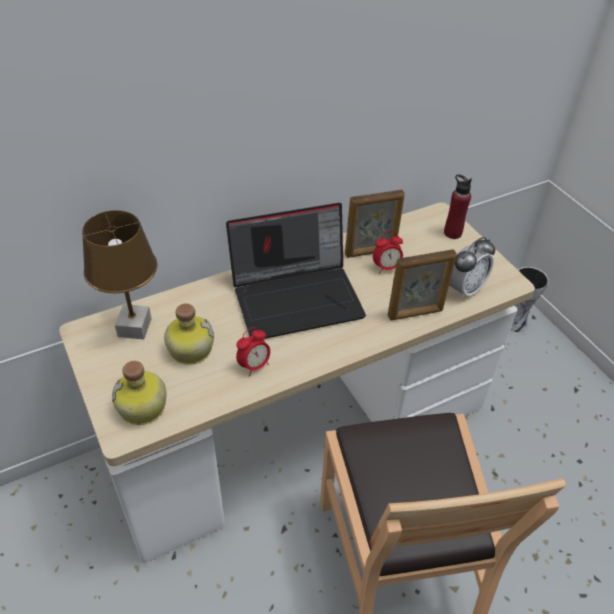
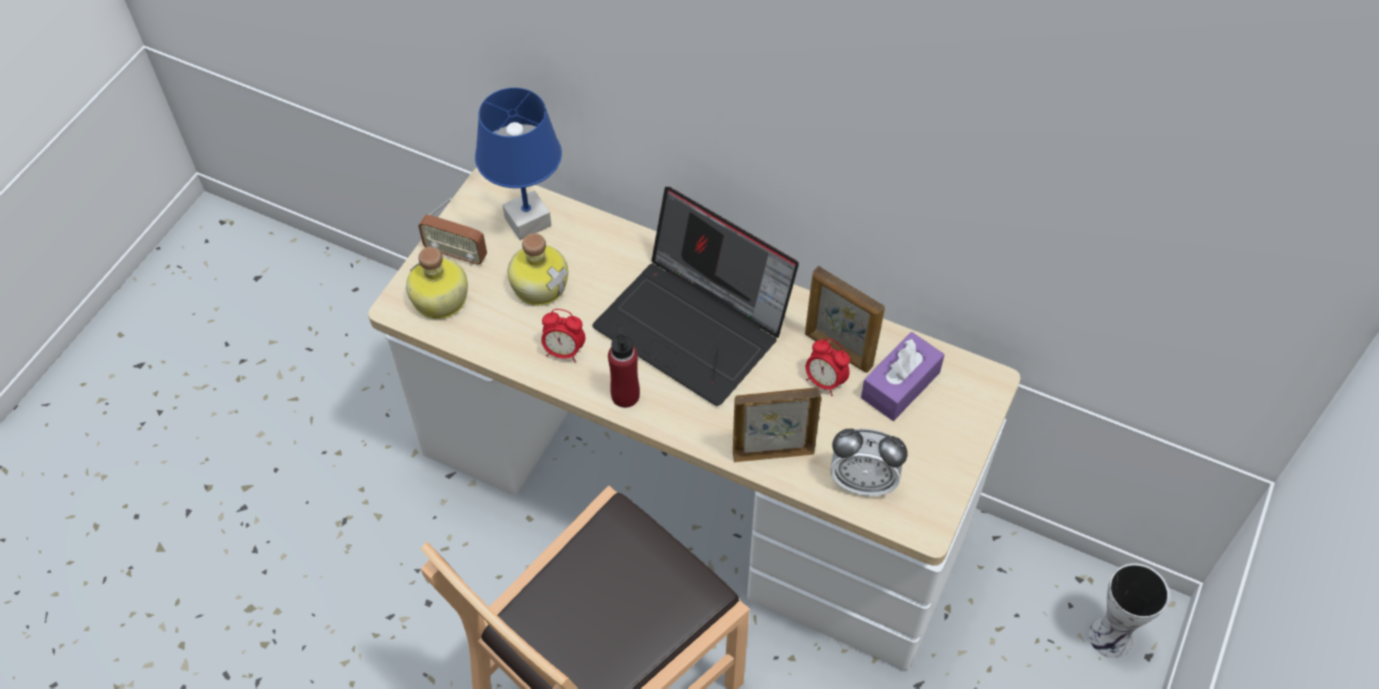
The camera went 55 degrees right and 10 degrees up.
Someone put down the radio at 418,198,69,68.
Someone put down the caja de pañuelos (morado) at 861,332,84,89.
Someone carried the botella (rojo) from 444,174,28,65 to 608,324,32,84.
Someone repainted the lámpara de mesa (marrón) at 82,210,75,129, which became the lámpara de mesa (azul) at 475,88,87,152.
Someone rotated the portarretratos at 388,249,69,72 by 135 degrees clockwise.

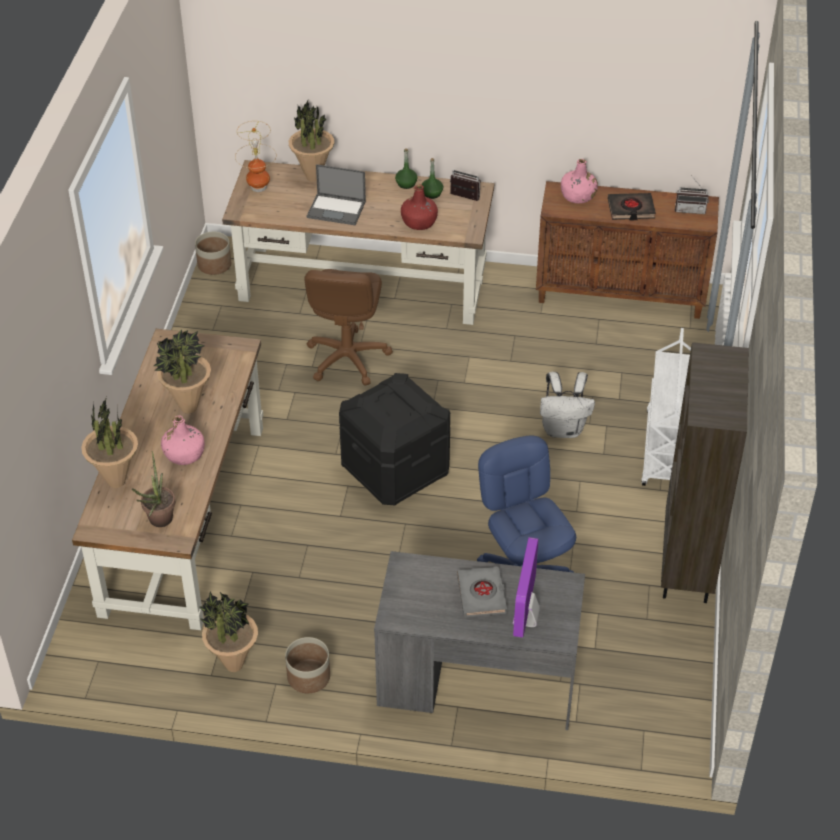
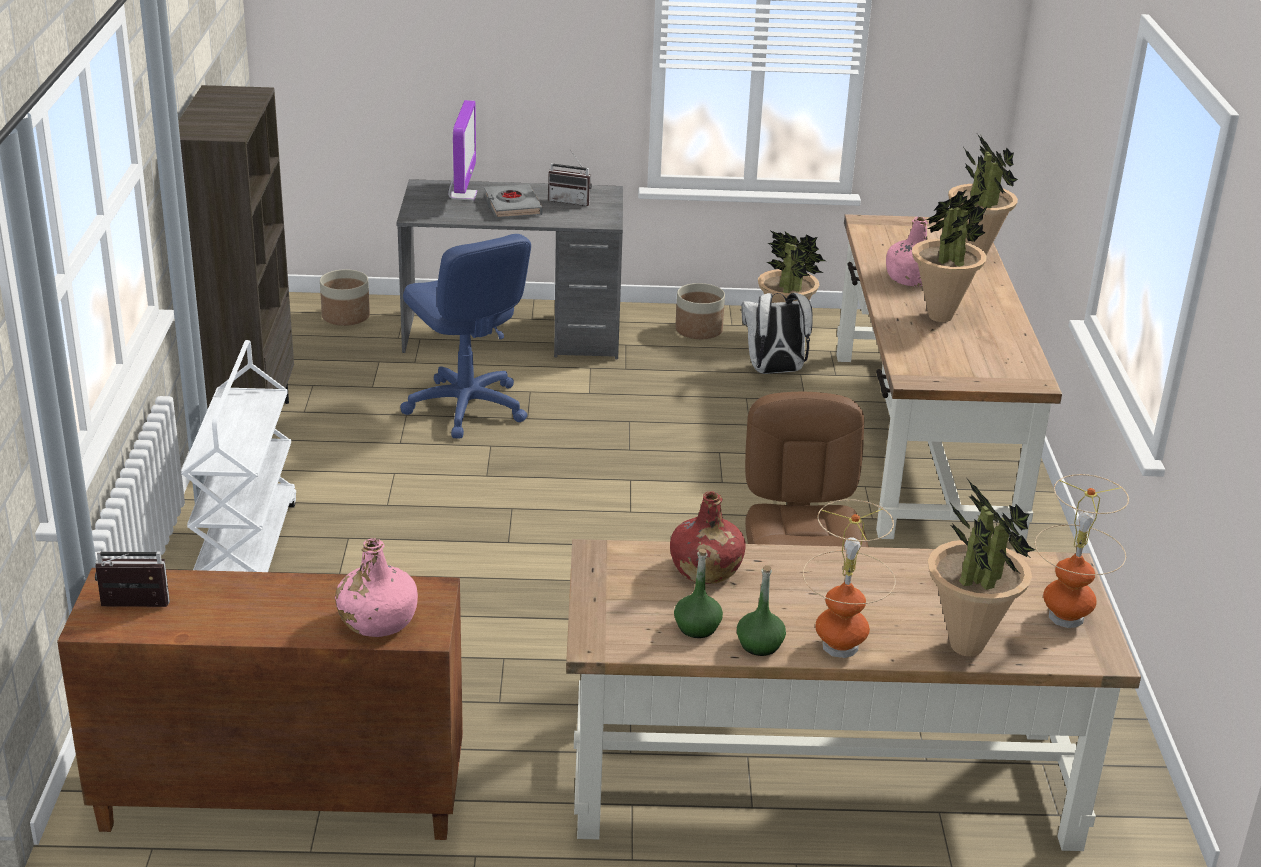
The camera went 170 degrees right and 15 degrees down.
Someone took away the planta en maceta at 131,451,44,76.
Someone took away the portátil at 307,164,59,61.
Someone took away the caja de almacenaje (negro) at 339,373,111,132.
Someone took away the libro (negro) at 608,193,48,27.
Someone put down the lámpara de mesa at 803,499,93,159.
Someone carried the maceta from 195,232,36,43 to 320,269,50,57.
Someone carried the radio from 450,170,30,31 to 548,150,44,56.
Someone carried the mochila (blanco) from 540,372,55,66 to 742,293,71,81.

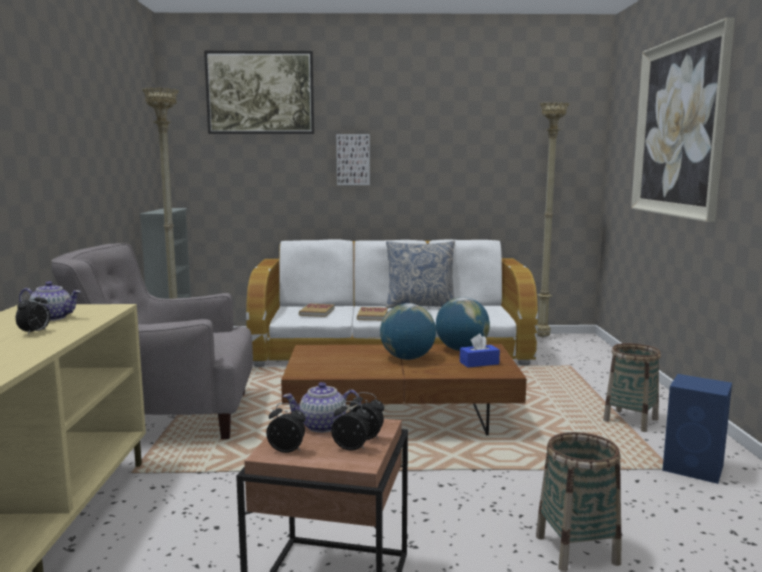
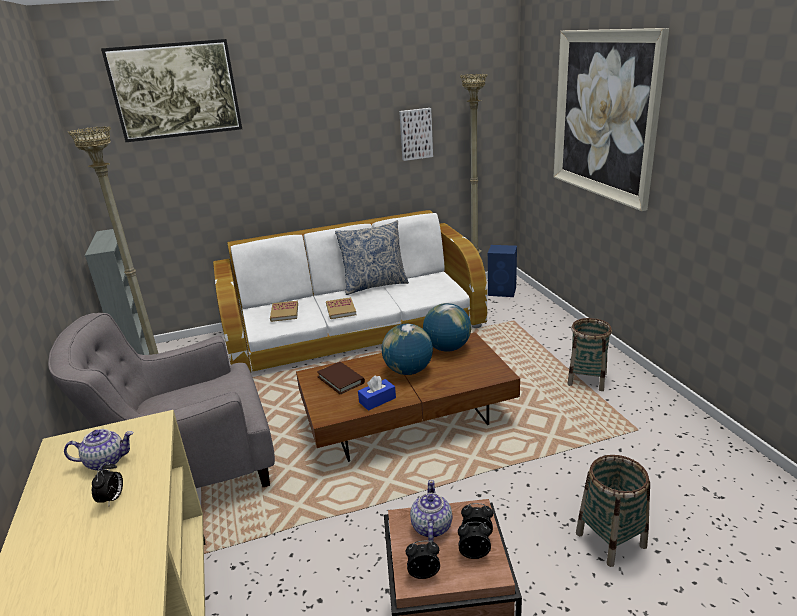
The camera went 15 degrees left and 15 degrees up.
Someone put down the libro (marrón) at 317,362,48,33.
Someone carried the cuadro from 336,134,34,51 to 399,108,34,53.
Someone carried the caja de pañuelos (azul) from 460,334,40,34 to 358,375,38,36.
Someone carried the altavoz (azul) from 662,374,70,110 to 488,245,29,52.
Someone rotated the tetera at 283,382,78,51 by 120 degrees clockwise.

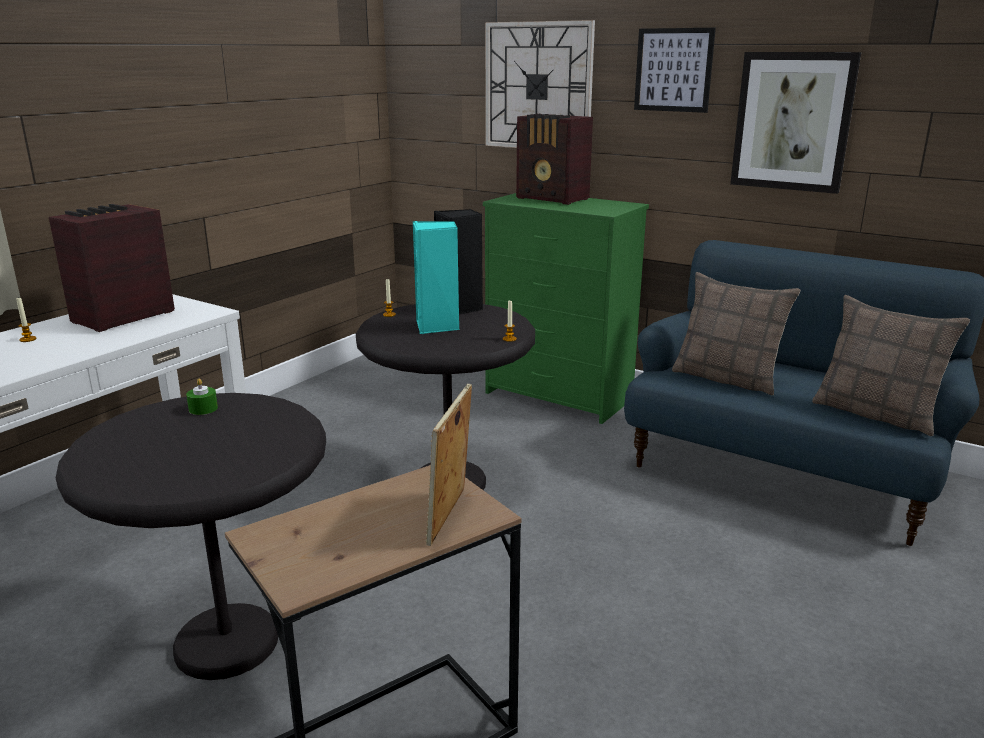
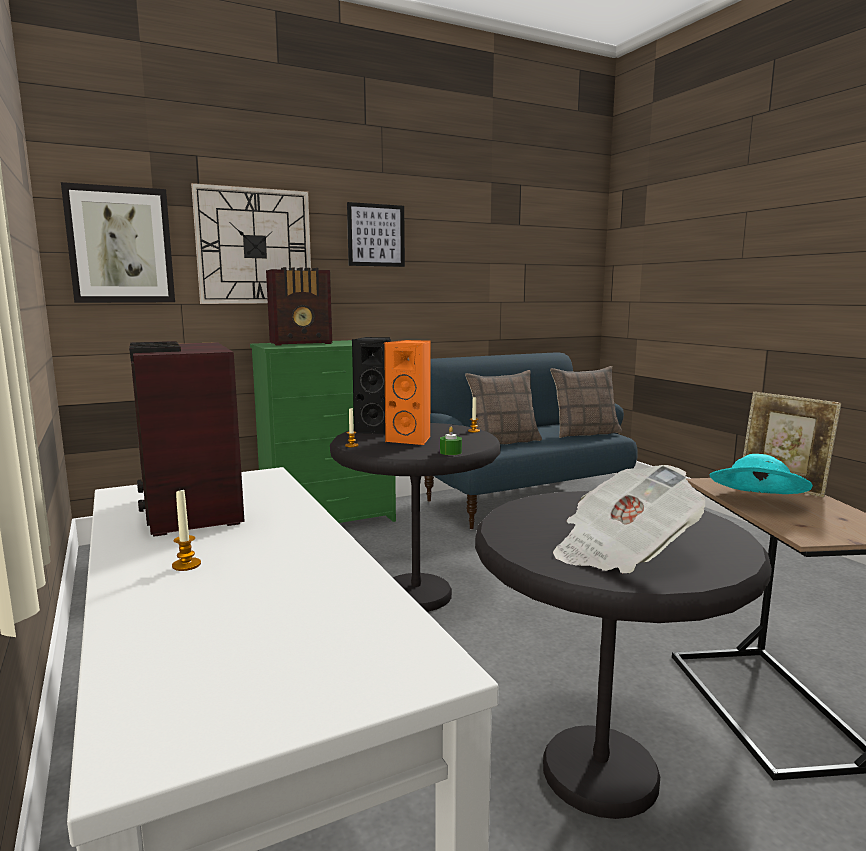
The camera went 60 degrees left and 10 degrees down.
Someone put down the periódico at 553,465,152,108.
Someone put down the sombrero (turquesa) at 710,454,103,40.
Someone carried the vela (verde) from 186,378,32,37 to 440,427,22,28.
Someone carried the cuadro from 730,52,131,142 to 61,182,114,121.
Someone repainted the altavoz (turquesa) at 413,221,46,113, which became the altavoz (naranja) at 384,340,47,106.

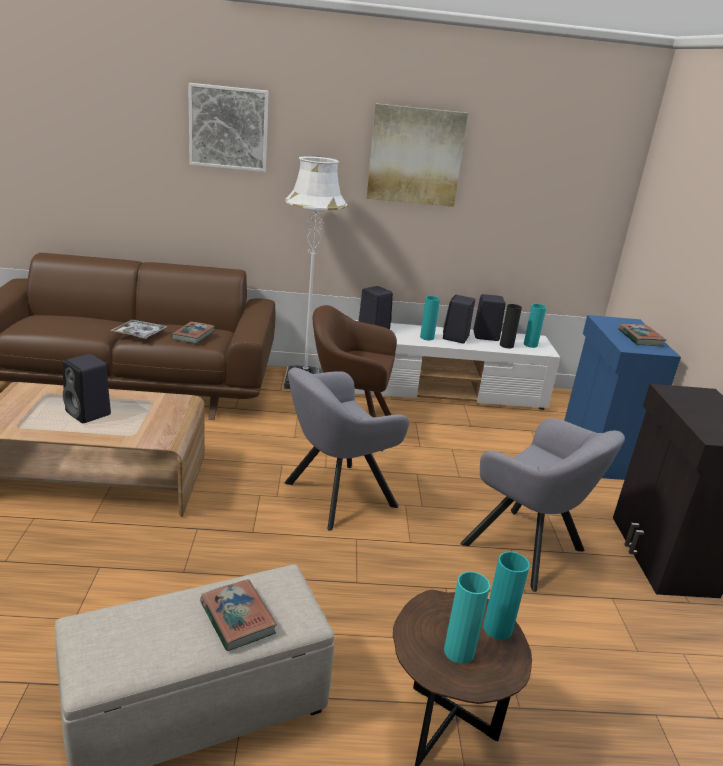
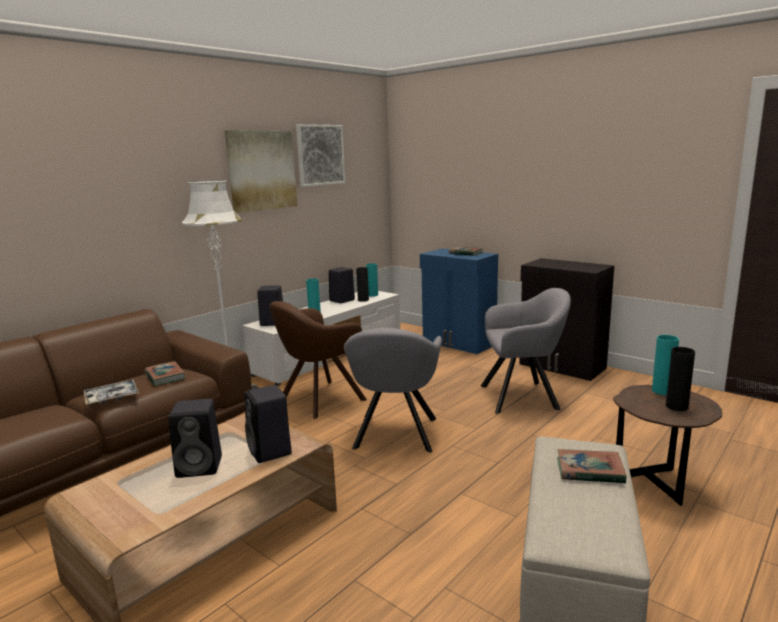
The camera went 45 degrees left and 10 degrees down.
Someone carried the cuadro from 188,83,81,89 to 296,124,49,63.
Someone carried the altavoz (negro) from 443,295,32,48 to 245,385,47,78.
Someone repainted the florero (turquesa) at 444,571,46,93, which became the florero (negro) at 666,347,29,64.

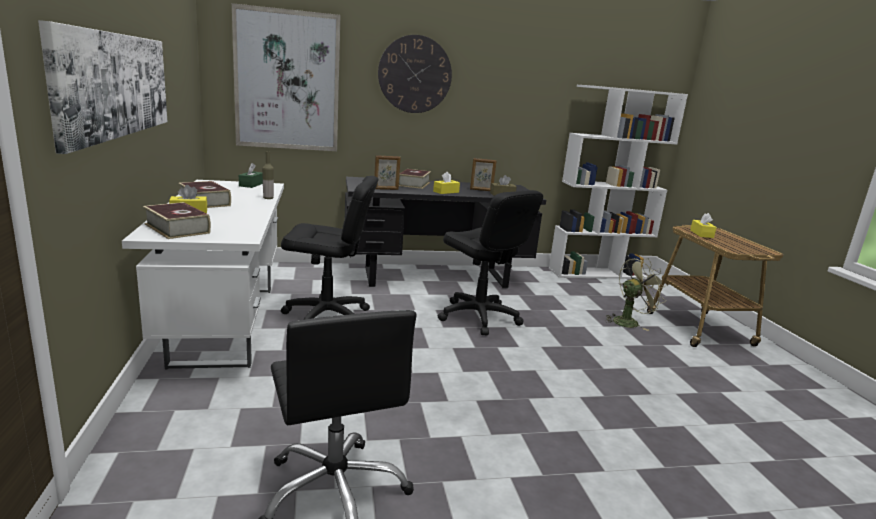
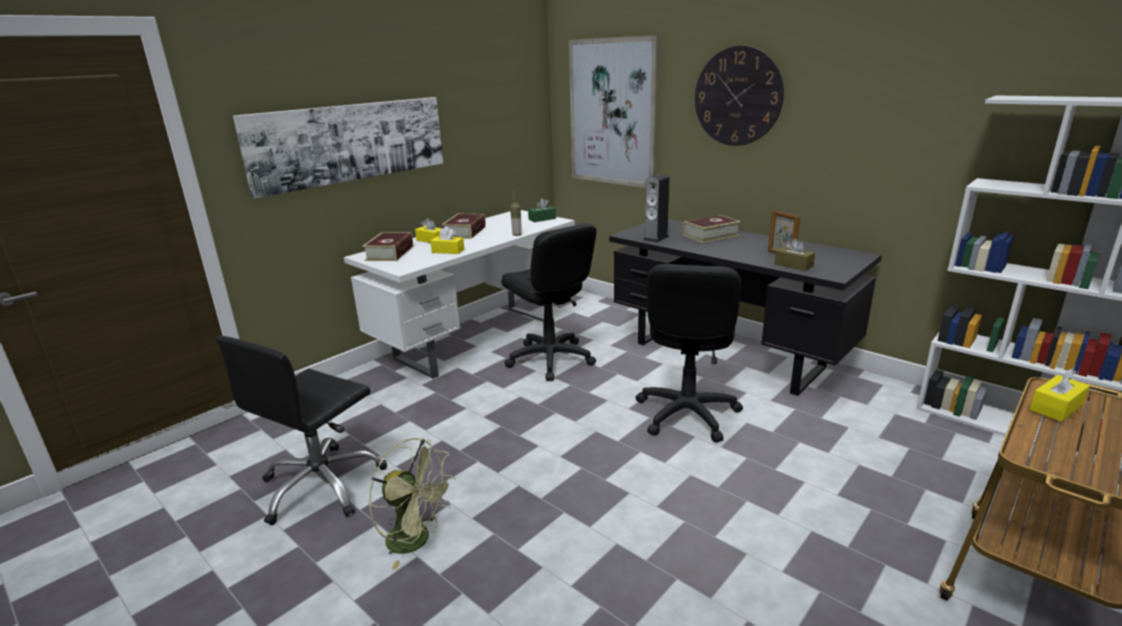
The camera went 55 degrees right and 5 degrees up.
Someone carried the caja de pañuelos (amarillo) from 433,172,27,22 to 430,227,34,27.
Someone carried the ventilador (verde) from 605,258,62,73 to 369,438,87,131.
Someone swapped the portarretratos at 374,155,27,35 for the altavoz at 643,174,27,69.

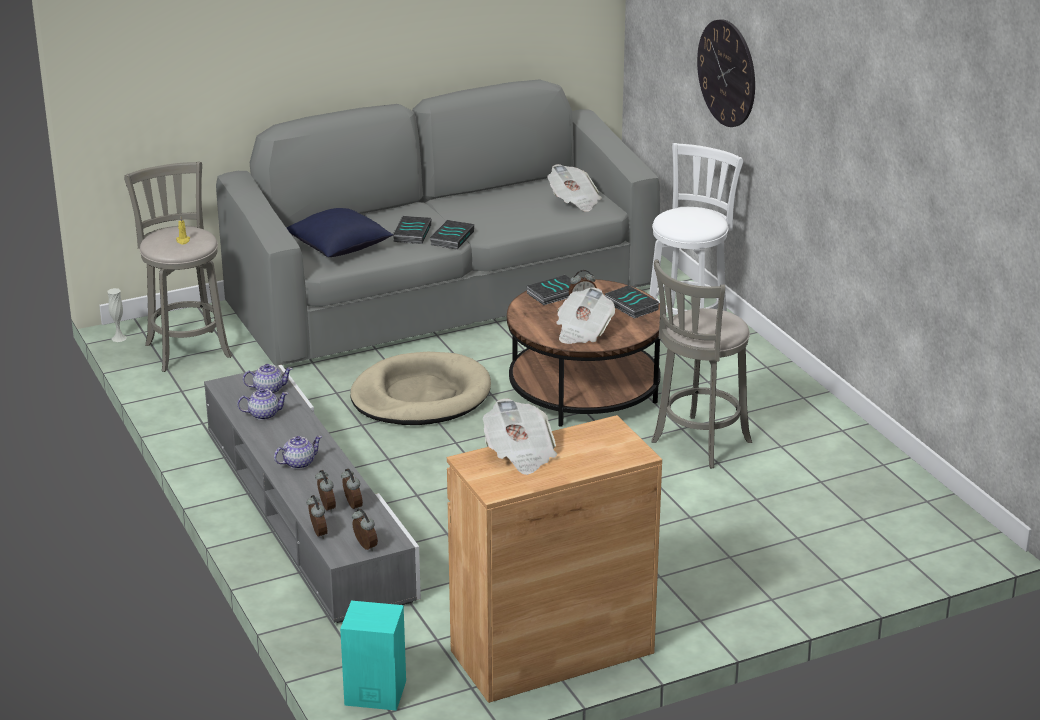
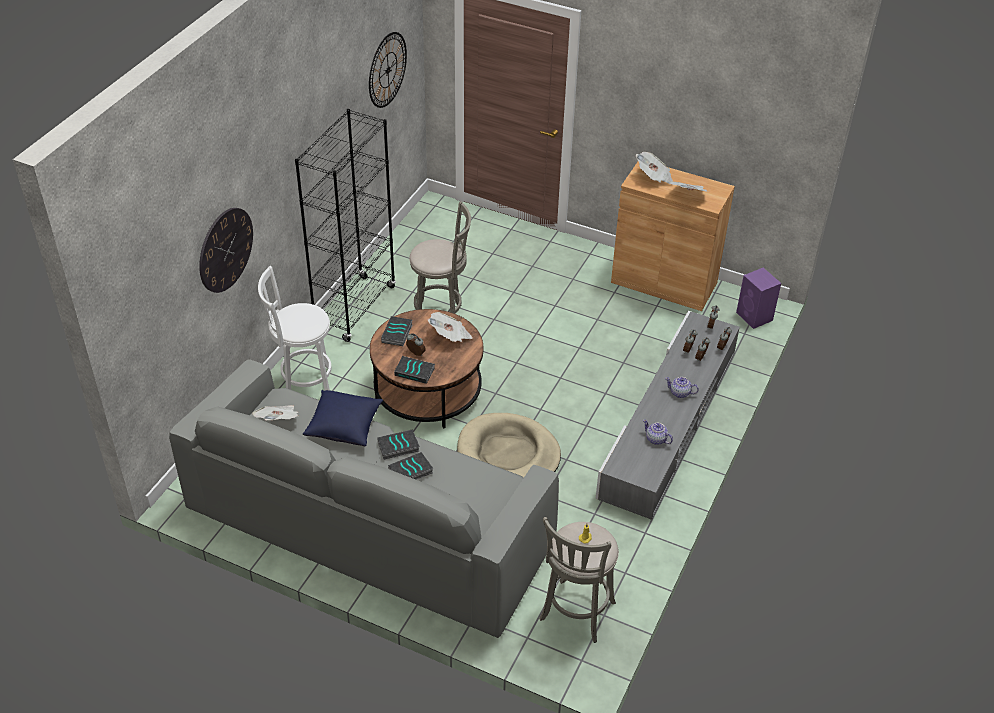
The camera went 130 degrees left and 15 degrees up.
Someone took away the florero (blanco) at 107,288,20,54.
Someone took away the tetera at 243,364,50,30.
Someone put down the estantería (negro) at 295,109,101,233.
Someone put up the reloj de pared at 369,32,38,76.
Someone put down the periódico at 636,152,37,32.
Someone carried the cojín (azul) from 286,208,107,49 to 303,390,80,56.
Someone repainted the altavoz (turquesa) at 340,601,66,110, which became the altavoz (morado) at 736,268,45,61.

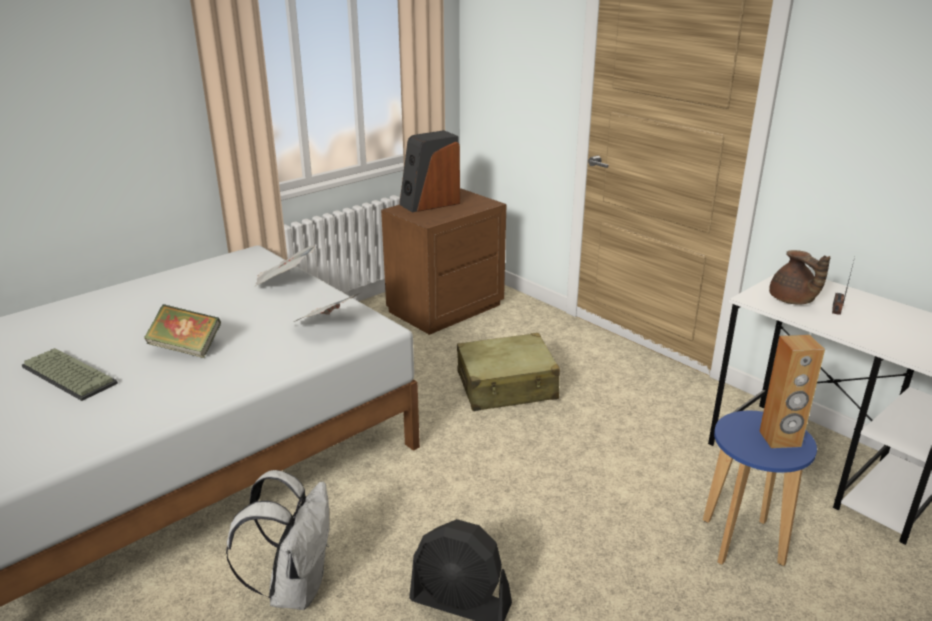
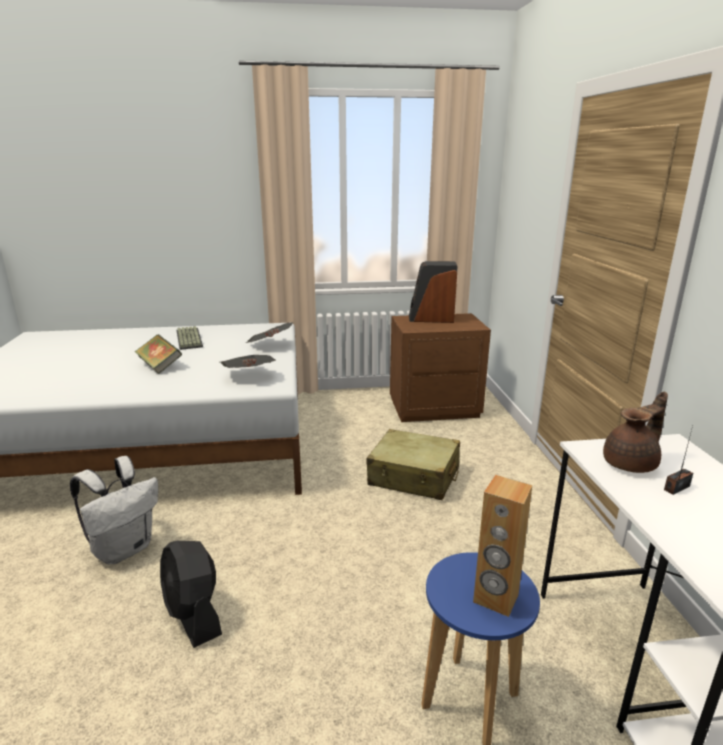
The camera went 35 degrees right and 5 degrees down.
Someone carried the teclado from 22,348,96,53 to 177,326,26,24.
Someone rotated the tetera (marrón) at 769,250,62,55 by 135 degrees counterclockwise.

